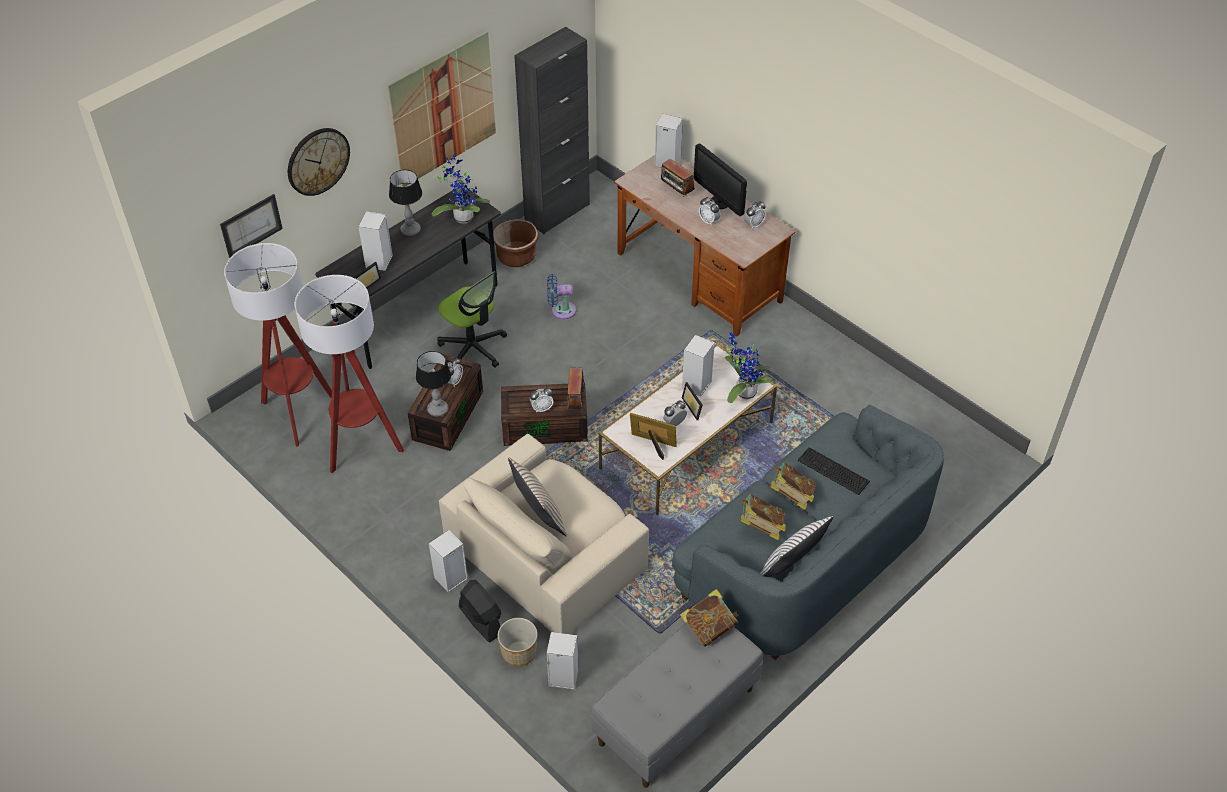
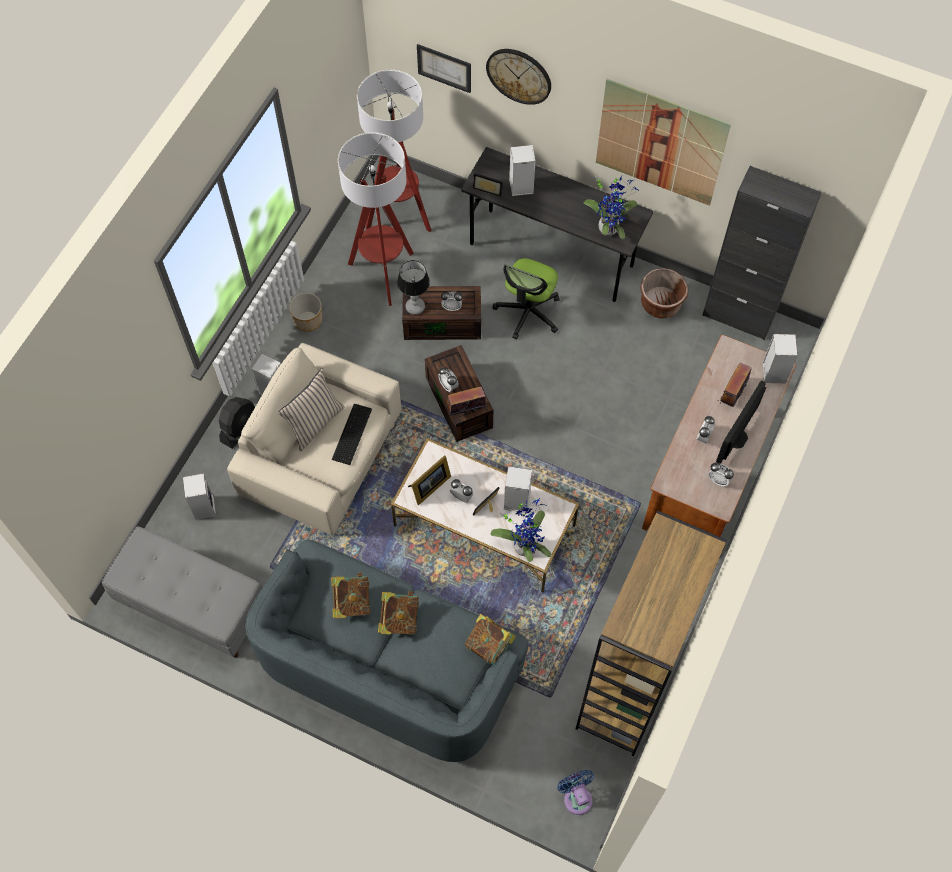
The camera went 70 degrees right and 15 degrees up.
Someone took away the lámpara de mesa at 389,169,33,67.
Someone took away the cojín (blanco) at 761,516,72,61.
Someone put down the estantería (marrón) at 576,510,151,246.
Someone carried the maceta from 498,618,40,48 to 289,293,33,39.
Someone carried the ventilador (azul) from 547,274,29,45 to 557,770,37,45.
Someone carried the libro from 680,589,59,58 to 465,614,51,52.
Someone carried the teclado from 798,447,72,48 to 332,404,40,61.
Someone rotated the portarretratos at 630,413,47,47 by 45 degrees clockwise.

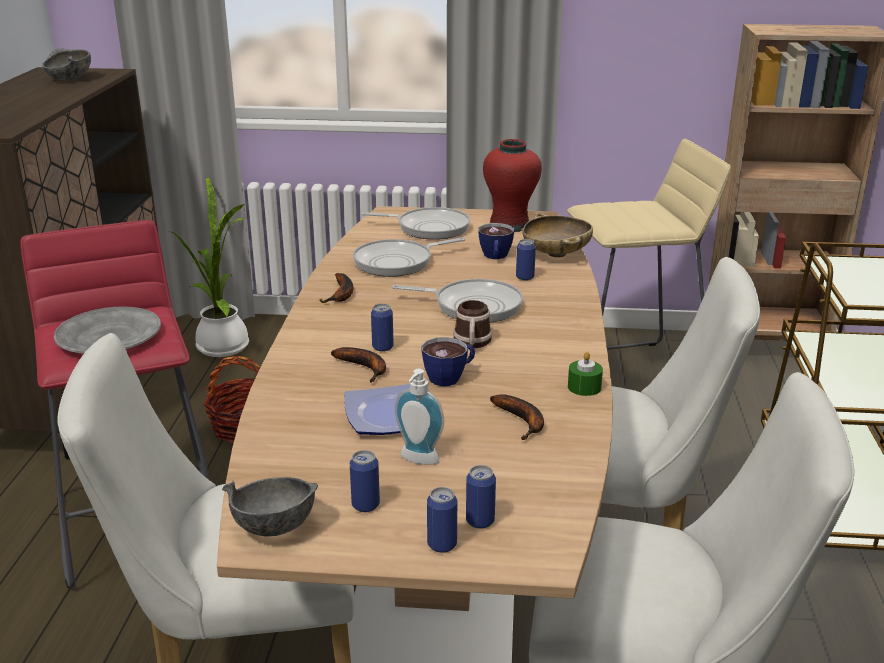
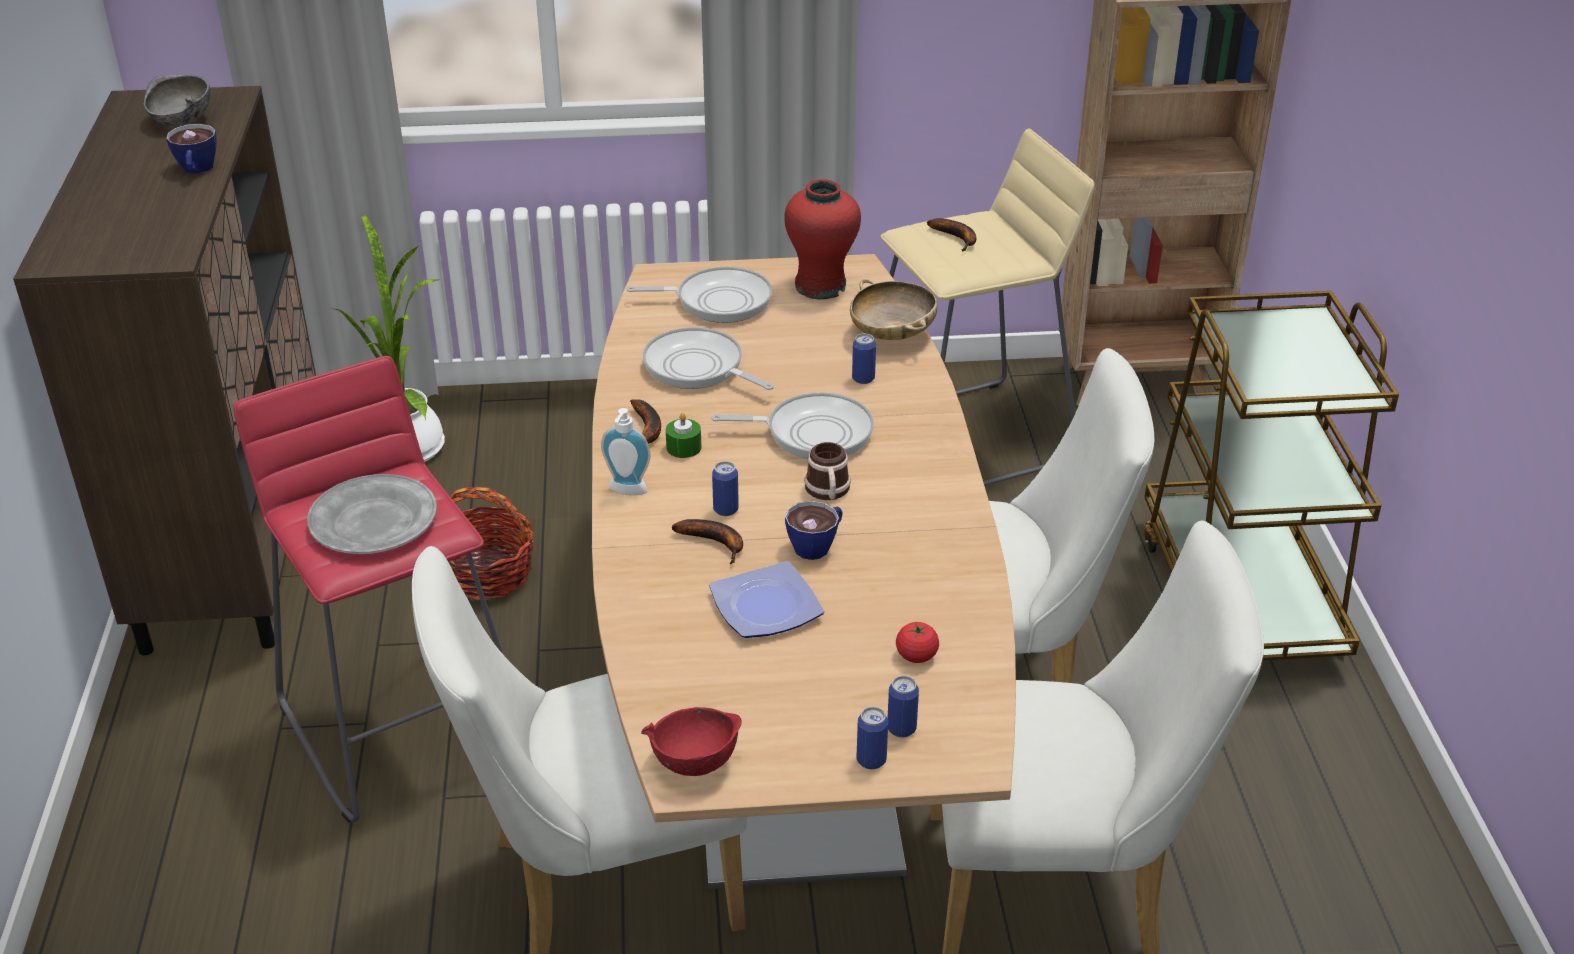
The camera went 10 degrees left and 10 degrees up.
Someone took away the lata at 350,450,30,62.
Someone put down the tomate at 896,622,43,41.
Someone carried the dispensador de jabón from 395,369,49,96 to 601,408,50,87.
Someone carried the taza from 478,223,36,36 to 166,124,51,50.
Someone carried the plátano from 490,394,54,46 to 927,218,49,34.
Someone carried the vela (verde) from 568,352,35,44 to 666,413,35,45.
Someone repainted the cuenco (gris) at 222,477,96,59, which became the cuenco (rojo) at 641,707,101,69.
Someone rotated the sartén at 353,237,112,40 by 75 degrees clockwise.

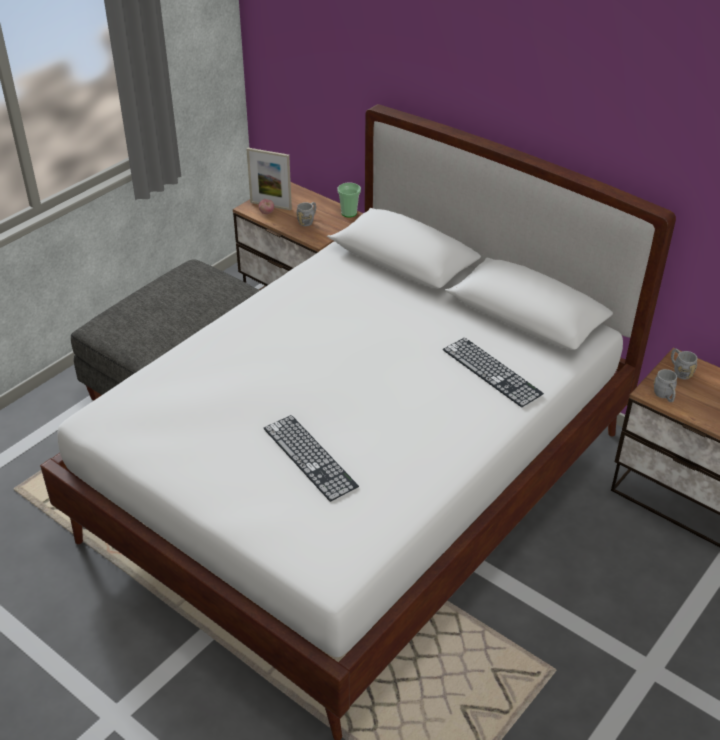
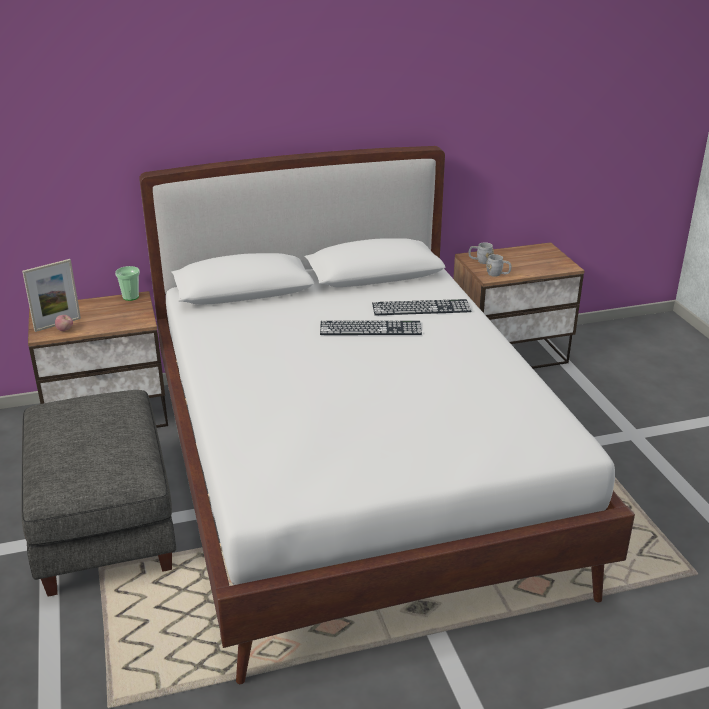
The camera went 55 degrees left and 10 degrees down.
Someone took away the taza grande (gris) at 296,202,20,24.
Someone carried the teclado from 264,415,95,87 to 320,321,102,14.

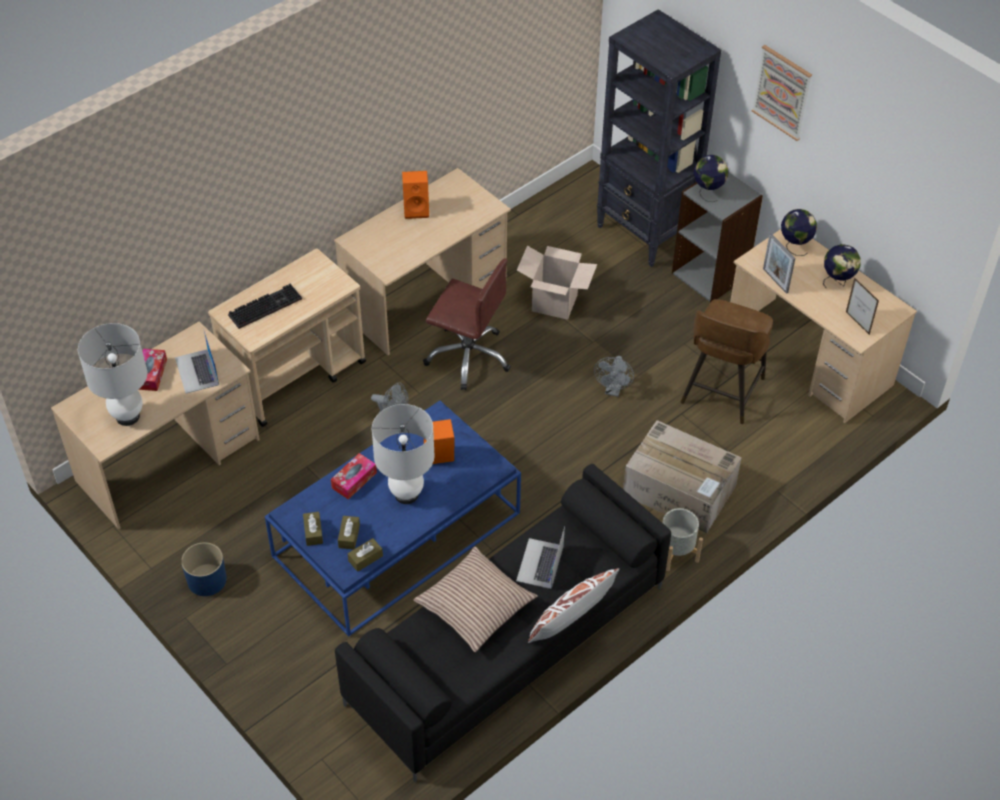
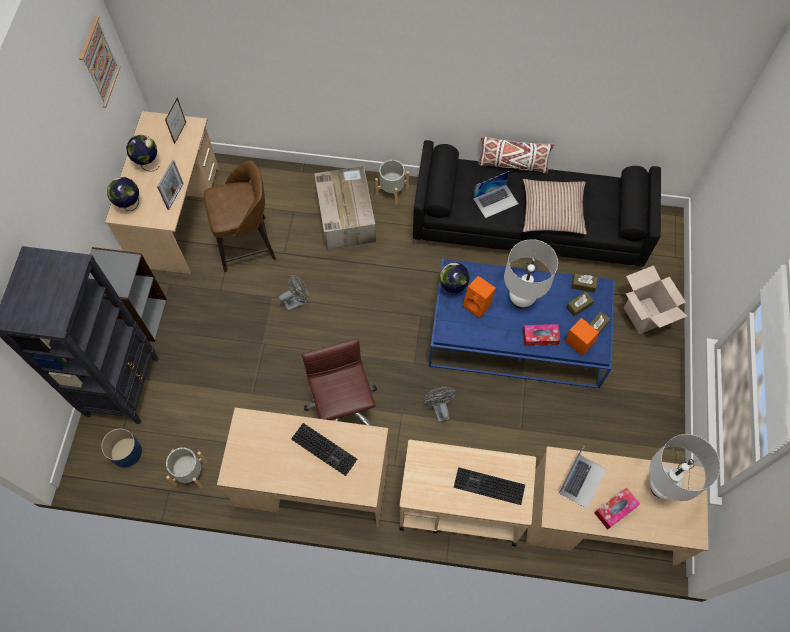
The camera went 130 degrees left and 15 degrees up.
Someone put down the maceta (gris) at 166,447,41,41.
Someone put down the teclado at 291,423,66,53.
Someone carried the maceta (azul) from 181,542,46,54 to 101,428,41,40.
Someone carried the altavoz (naranja) from 402,171,27,48 to 566,318,33,38.
Someone carried the caja de cartón from 517,246,80,74 to 624,265,63,69.
Someone carried the globo terráqueo from 694,155,35,47 to 439,262,31,33.
Someone carried the cuadro from 752,45,60,96 to 79,16,41,92.

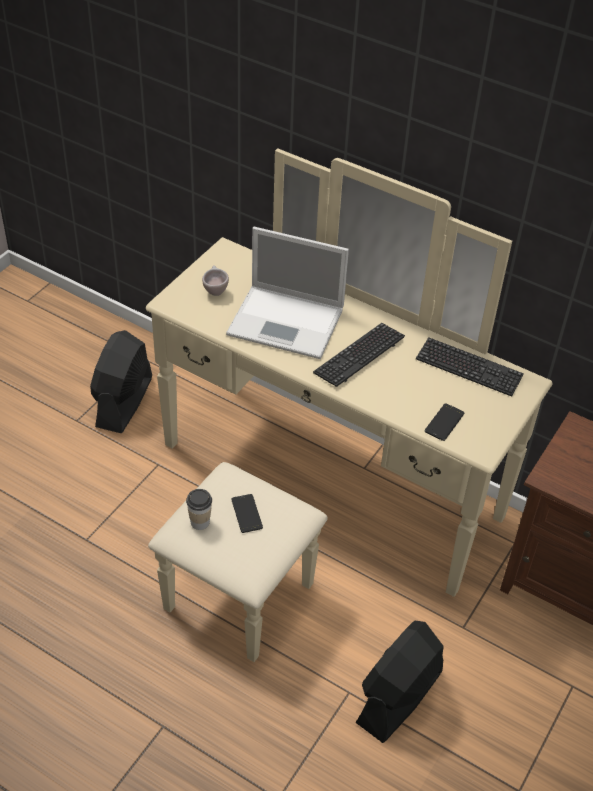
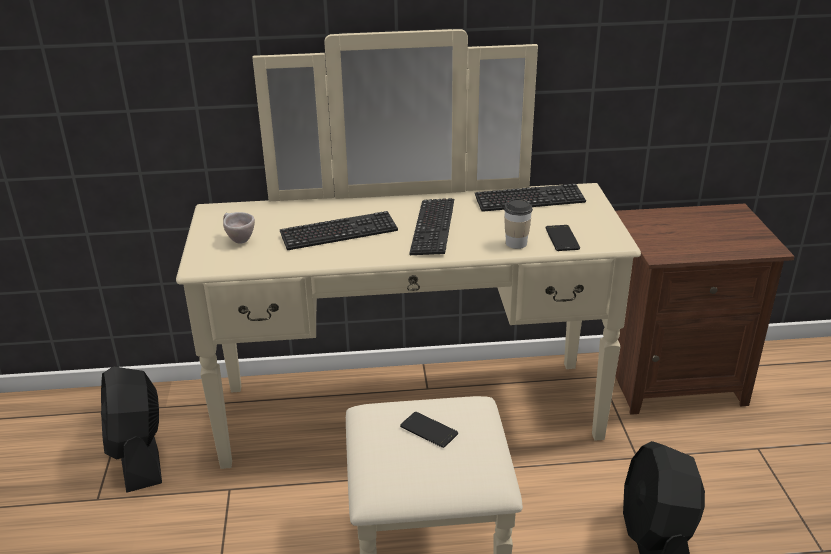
The camera went 35 degrees left and 15 degrees down.
Someone carried the taza from 186,489,26,41 to 504,198,29,51.
Someone swapped the portátil at 226,227,123,132 for the teclado at 280,211,118,39.

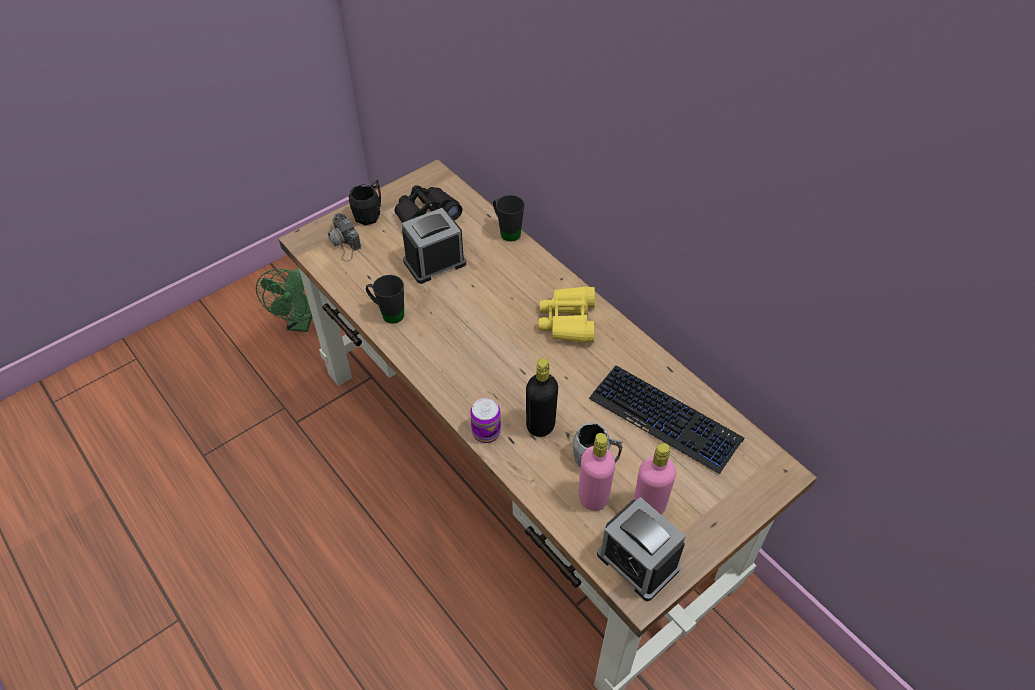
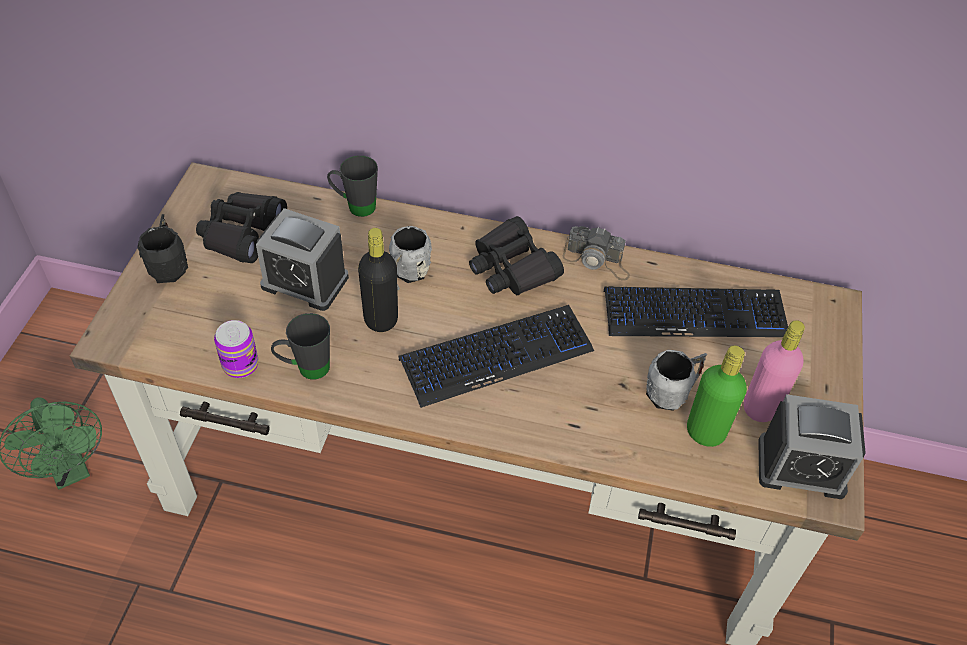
The camera went 40 degrees left and 0 degrees up.
Someone put down the taza grande (gris) at 389,226,43,65.
Someone put down the teclado at 399,305,195,103.
Someone carried the cámara from 327,213,34,49 to 563,226,67,54.
Someone carried the lata from 470,398,31,45 to 214,320,44,58.
Someone carried the botella (negro) from 526,358,32,79 to 358,228,40,104.
Someone repainted the prismáticos (amarillo) at 539,286,56,57, which became the prismáticos (negro) at 469,216,95,79.
Someone repainted the botella (rosa) at 578,433,37,78, which became the botella (verde) at 687,345,60,102.
Someone rotated the despertador at 402,208,64,76 by 90 degrees counterclockwise.

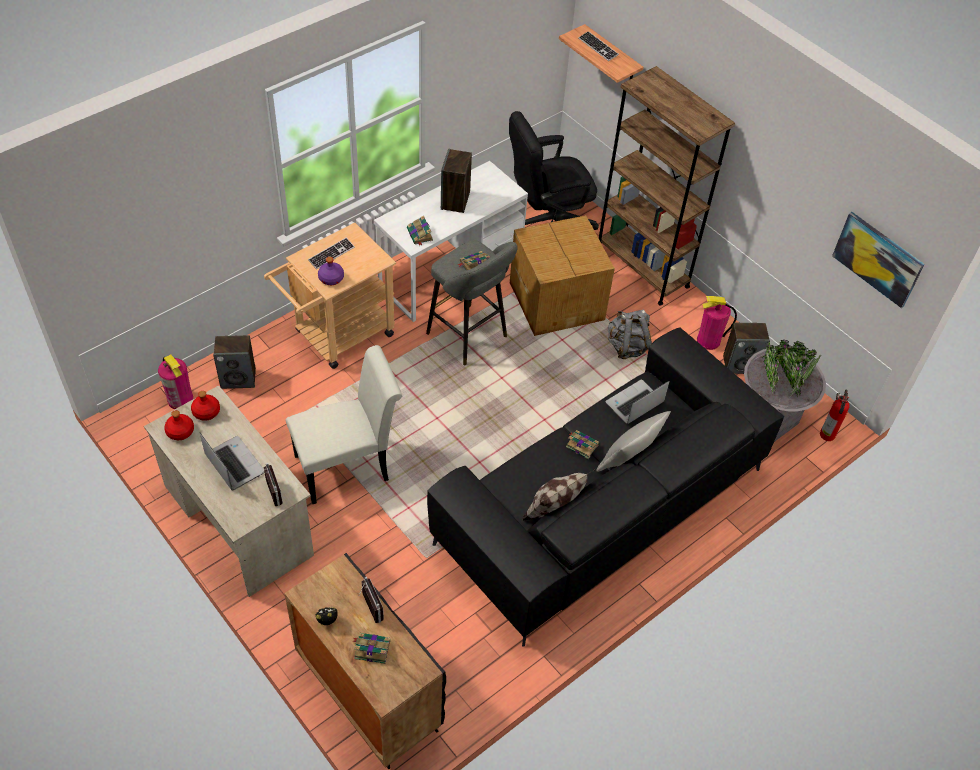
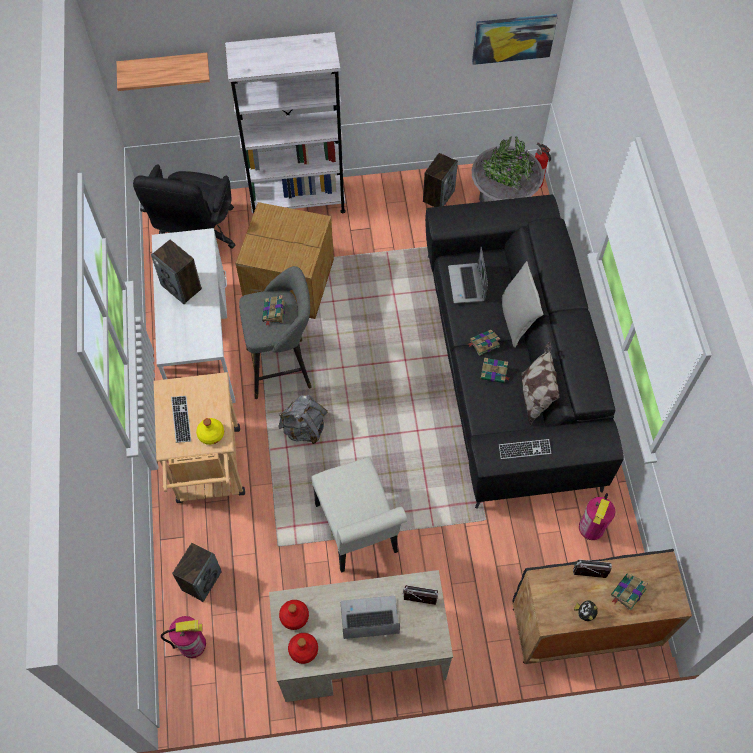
The camera went 55 degrees left and 10 degrees up.
Someone carried the libro from 407,216,26,30 to 481,358,29,25.
Someone carried the teclado from 578,31,41,30 to 499,439,52,20.
Someone carried the mochila (gris) from 608,309,44,50 to 279,395,49,49.
Someone carried the extintor from 697,296,40,54 to 579,493,36,47.
Someone repainted the botella (morado) at 318,257,26,28, which became the botella (amarillo) at 196,418,28,27.
Someone repainted the estantería (marrón) at 599,66,136,239, which became the estantería (blanco) at 225,32,121,182.
Someone rotated the silla (blanco) at 286,345,116,159 by 150 degrees clockwise.

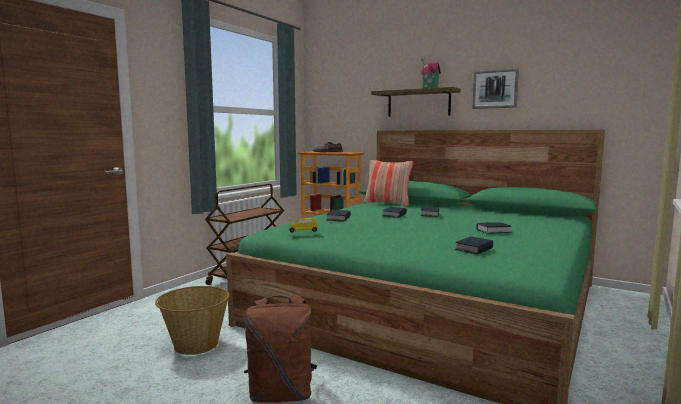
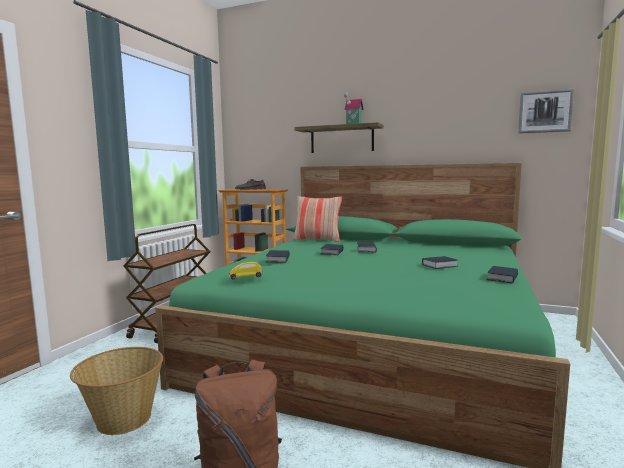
The camera went 10 degrees left and 0 degrees up.
Someone carried the libro from 455,237,38,18 to 487,266,31,18.
Someone carried the cuadro from 472,68,47,41 to 518,89,56,45.

